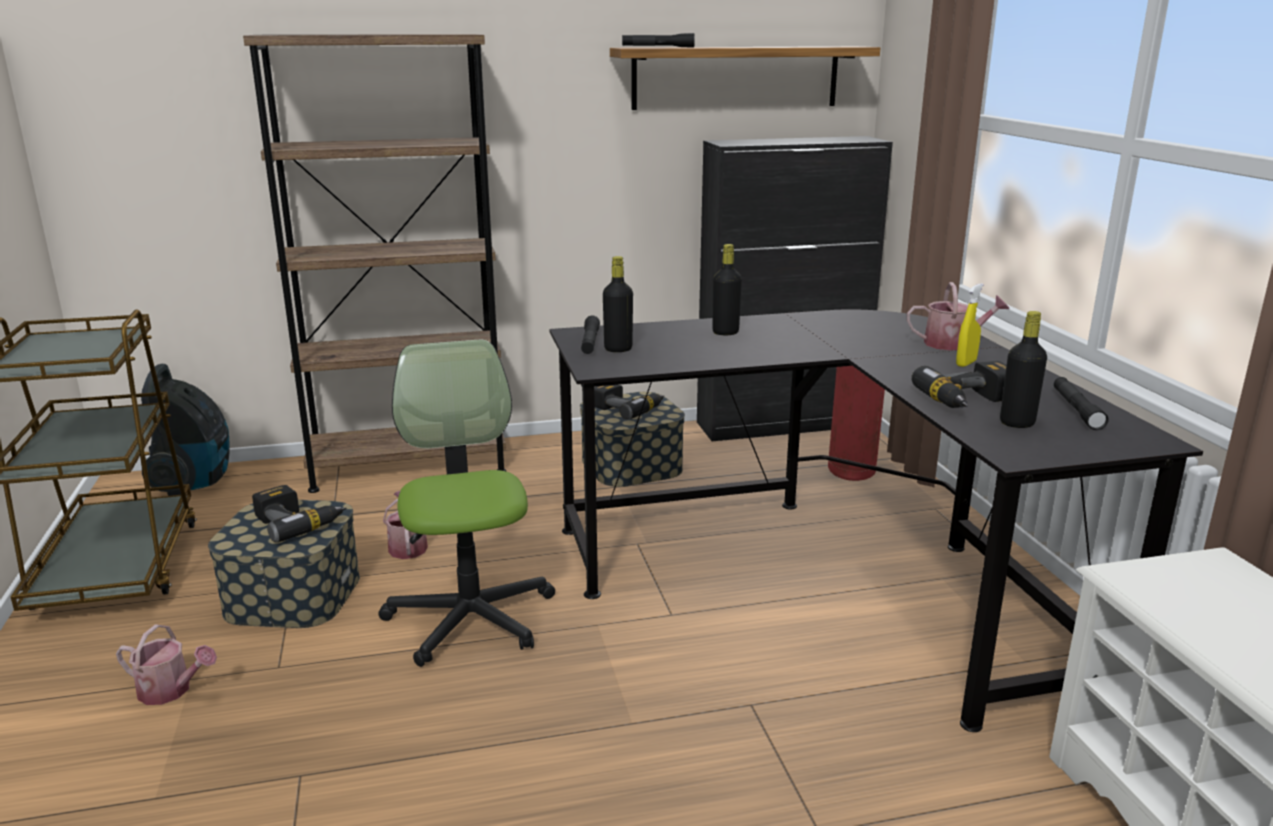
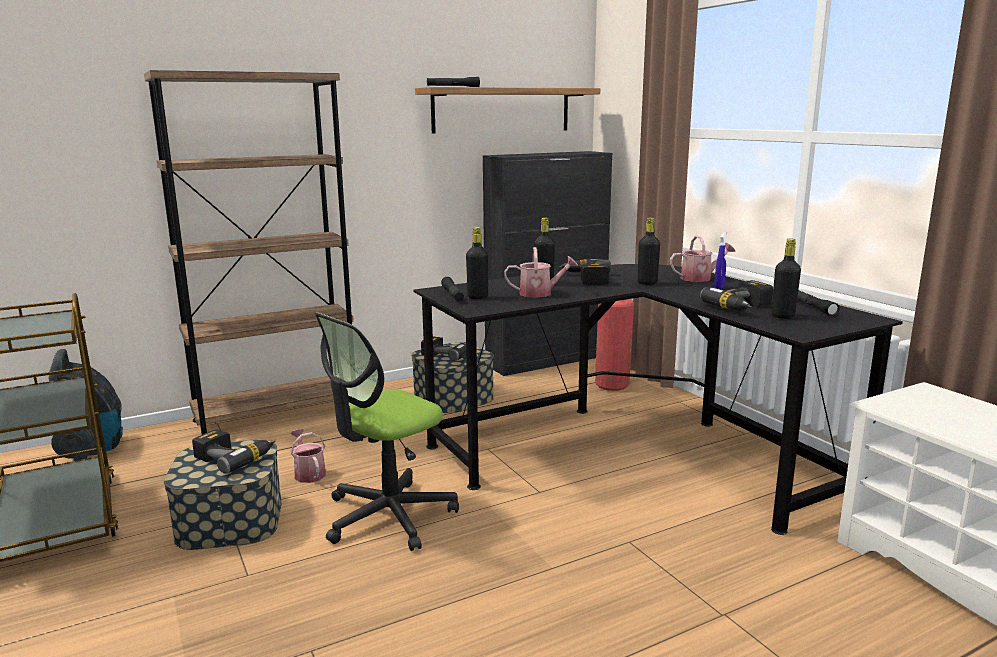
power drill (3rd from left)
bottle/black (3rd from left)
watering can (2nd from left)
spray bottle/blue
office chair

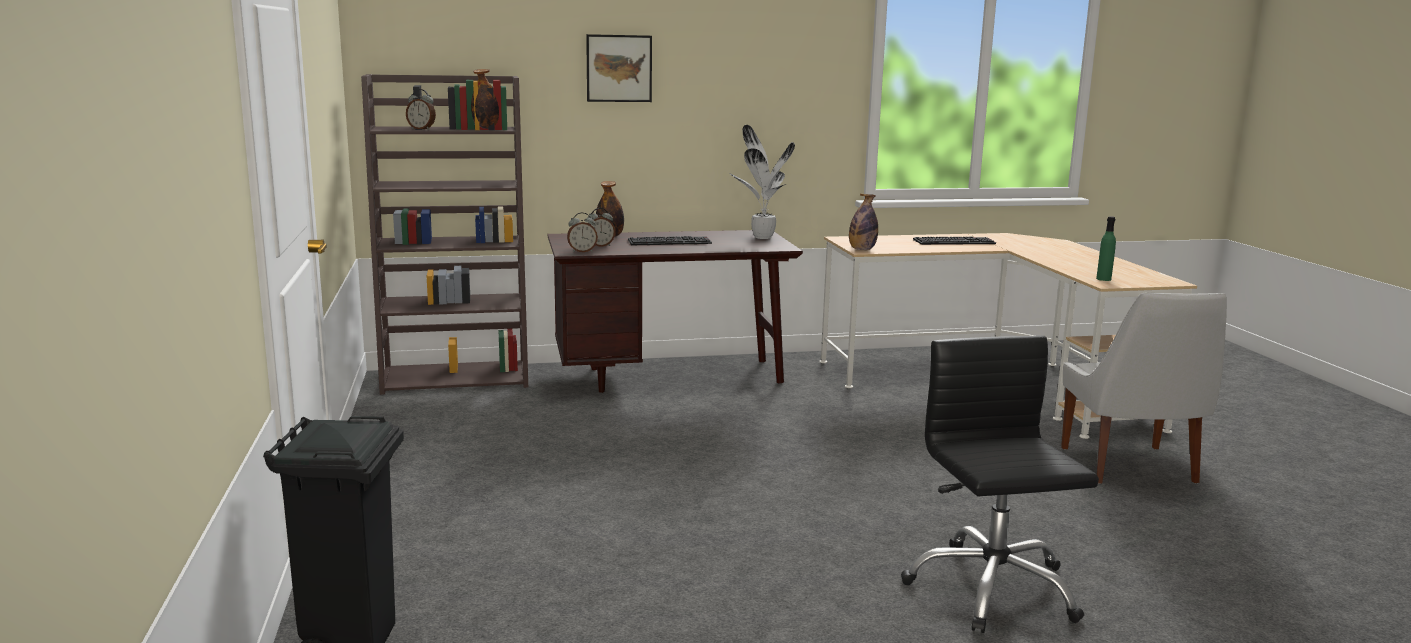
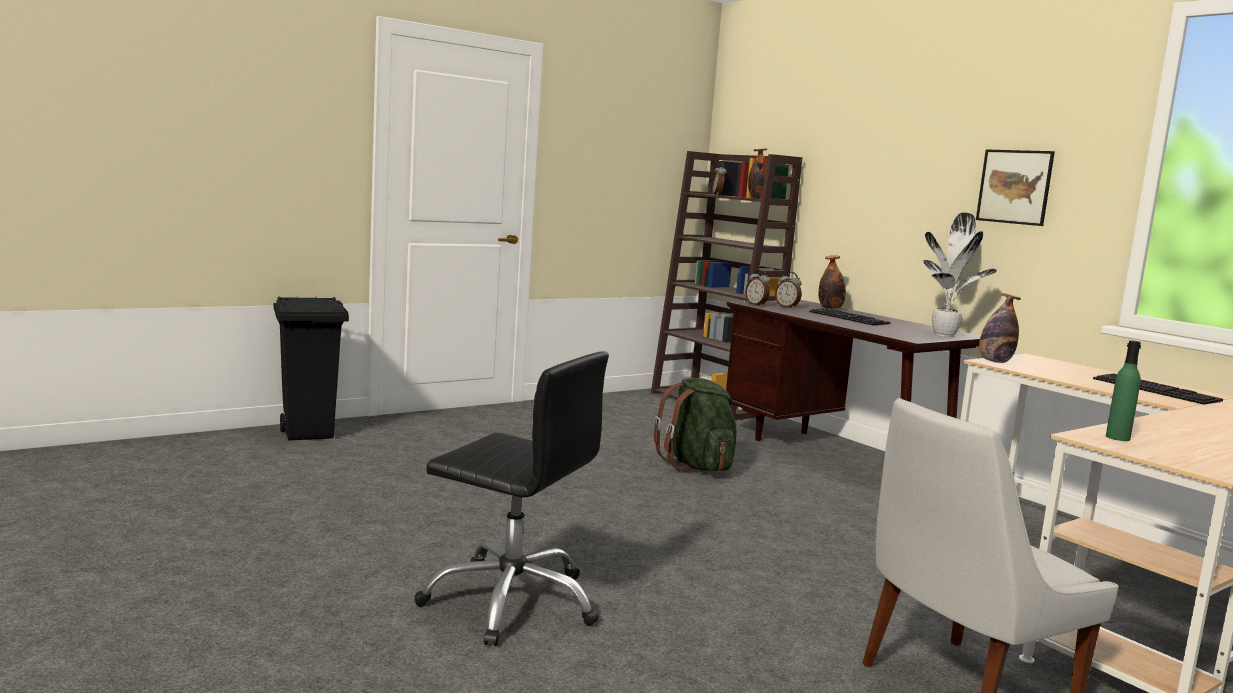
backpack/green
picture
office chair/black

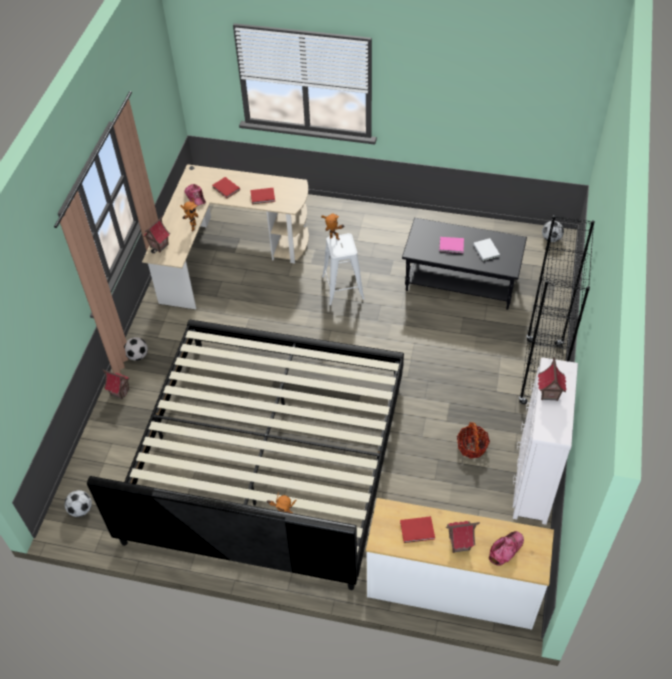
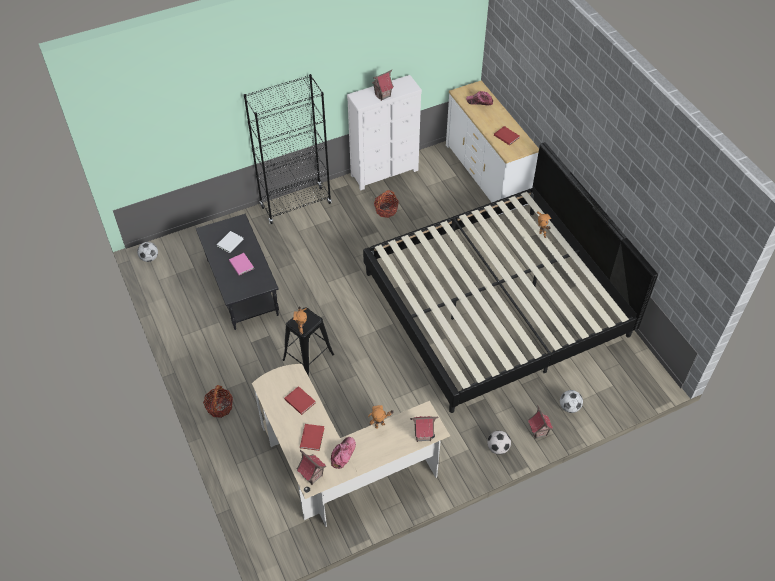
basket (1st from left)
football (3rd from left)
toy house (1st from left)
stool/black

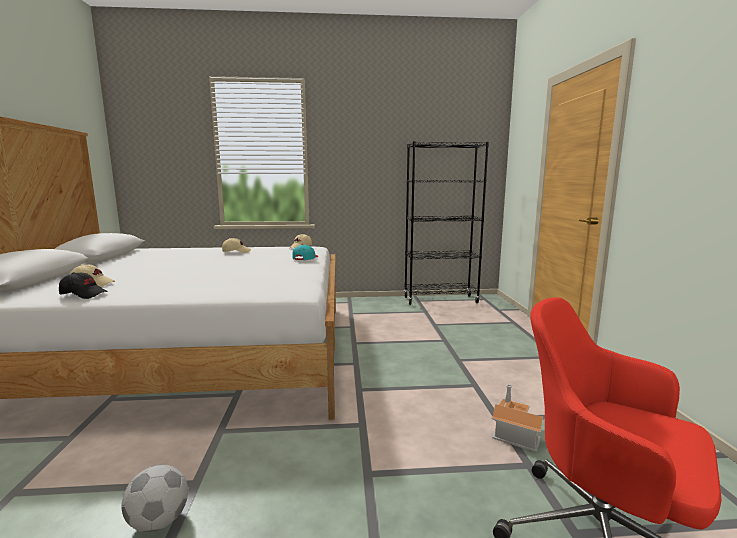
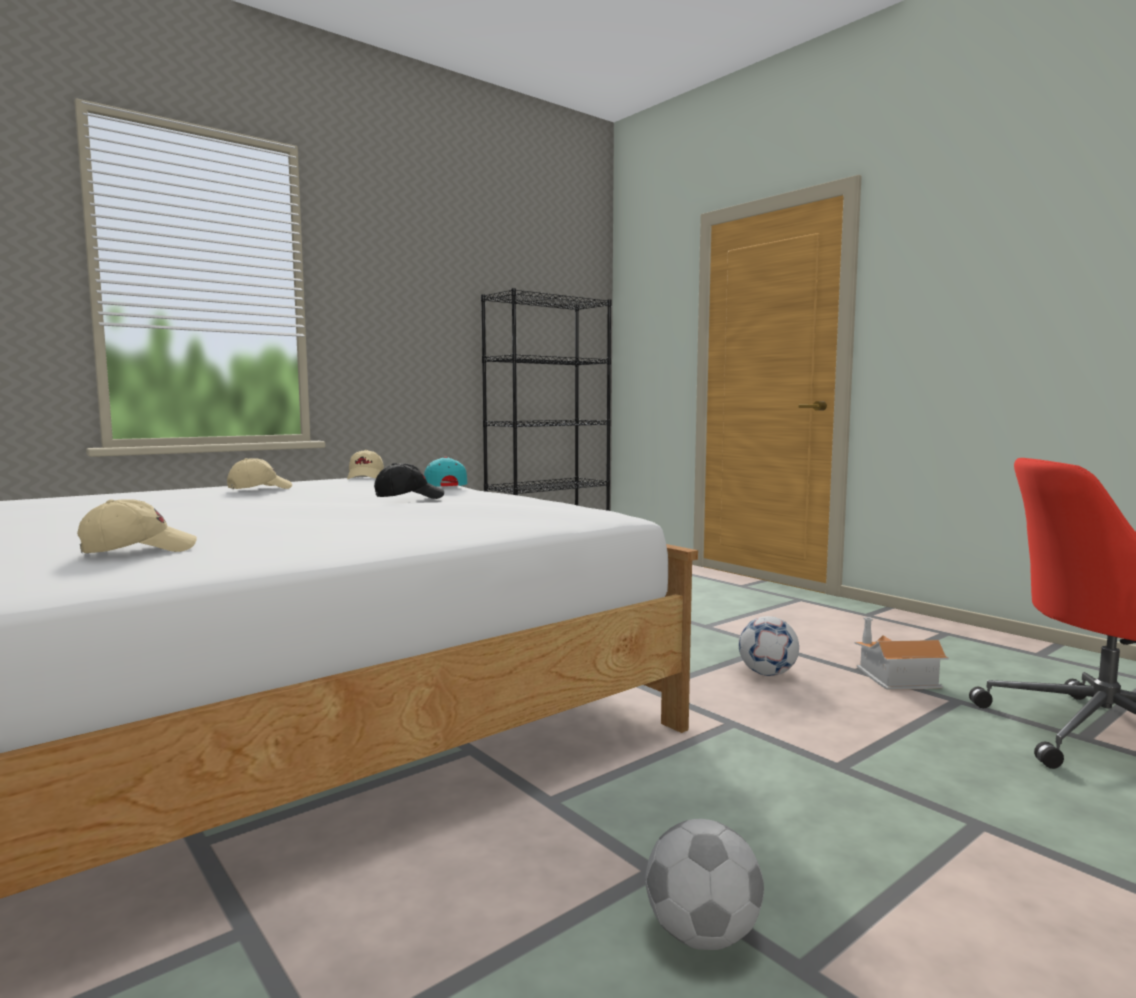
football (2nd from left)
cap/black

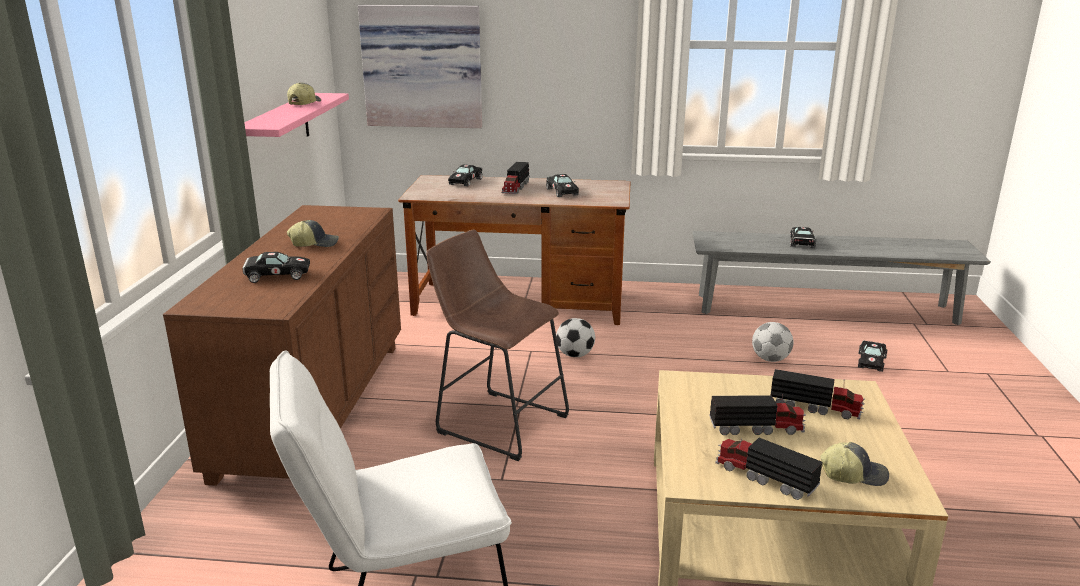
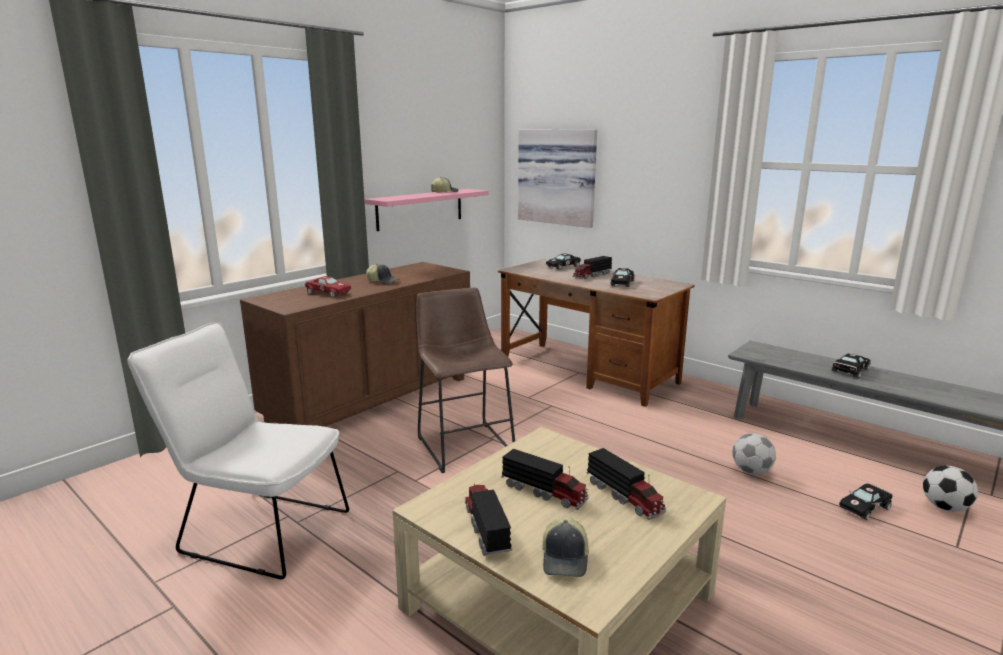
football (2nd from left)
toy car/red
cap (3rd from left)

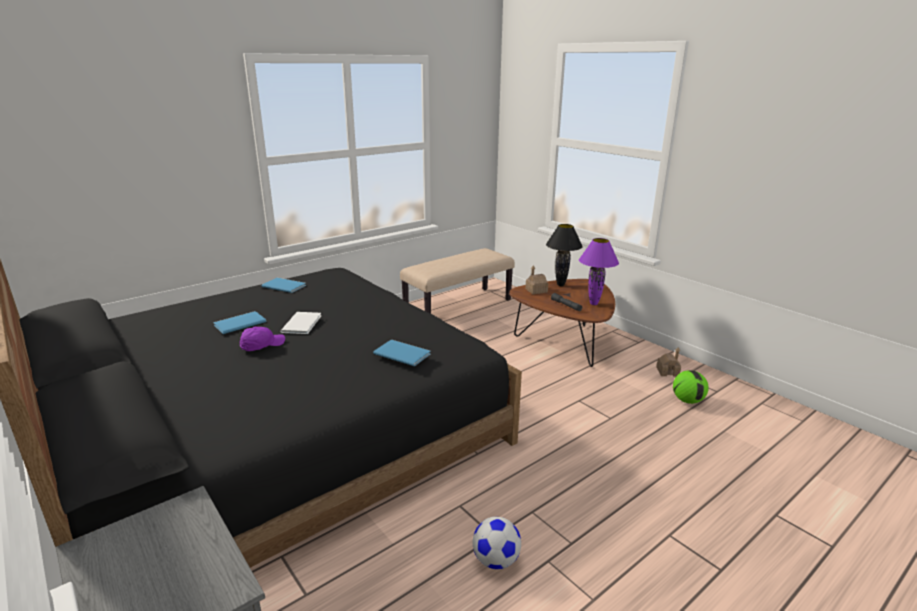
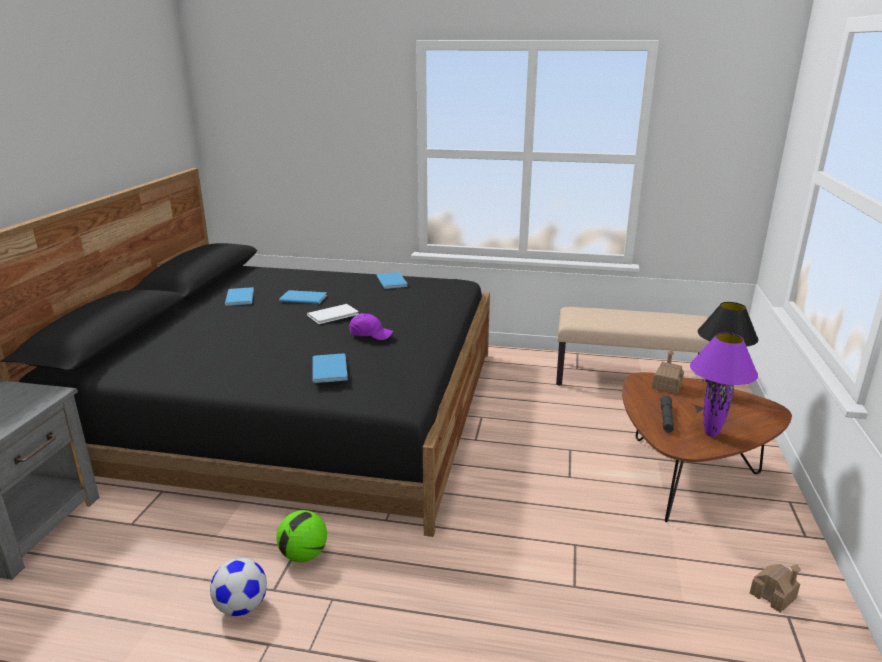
book/blue (1st from left)
cap/purple
football (2nd from left)

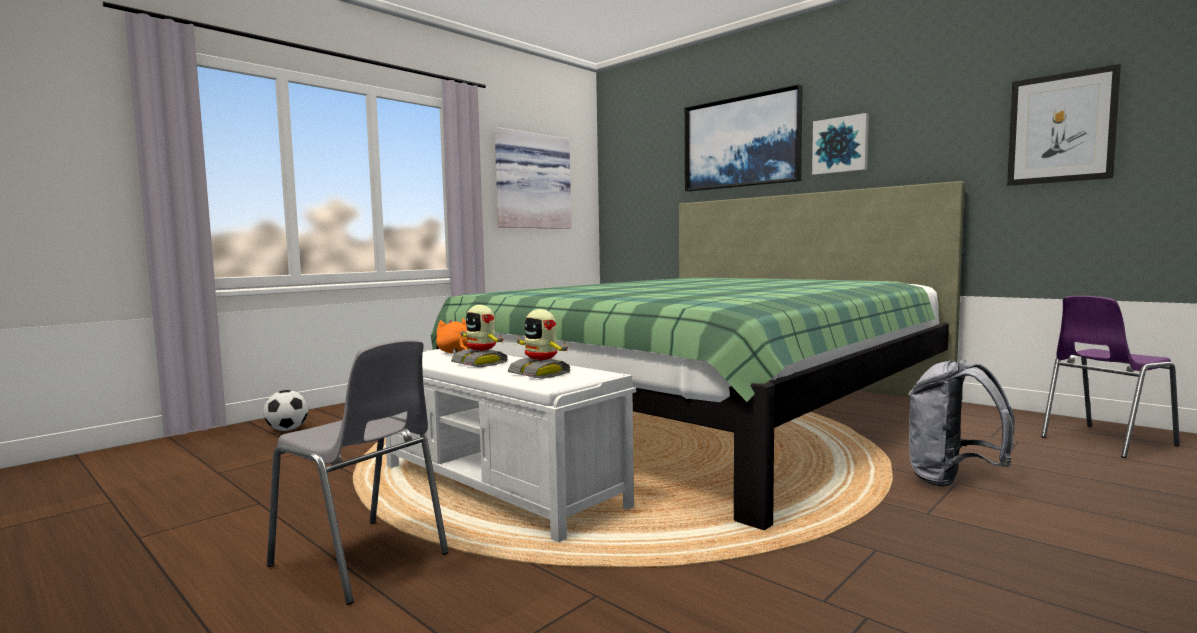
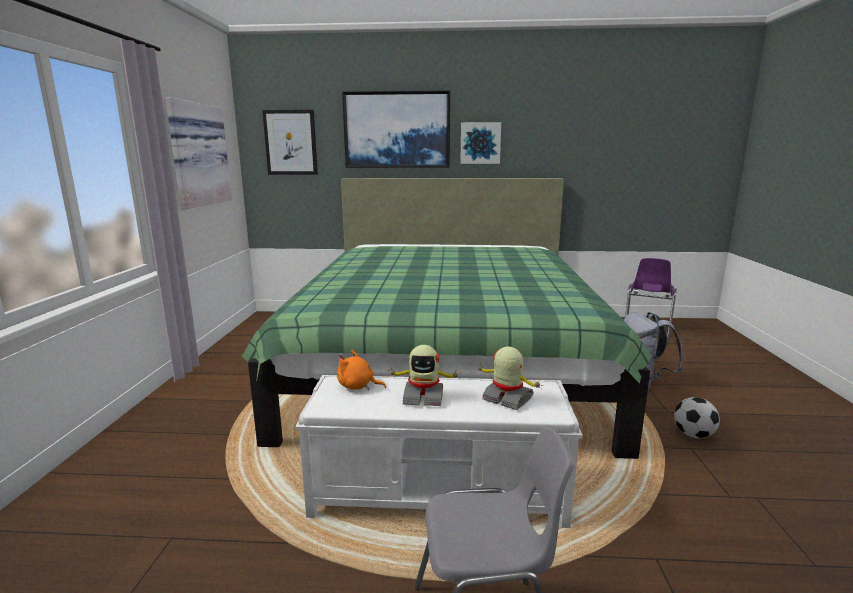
football
picture (2nd from left)
toy robot (2nd from left)

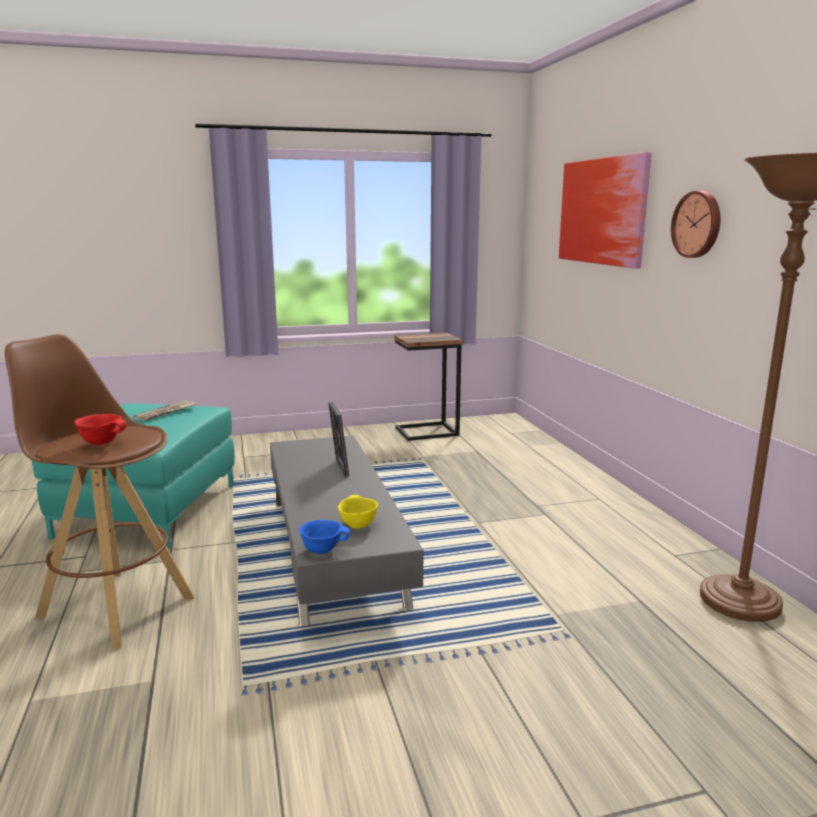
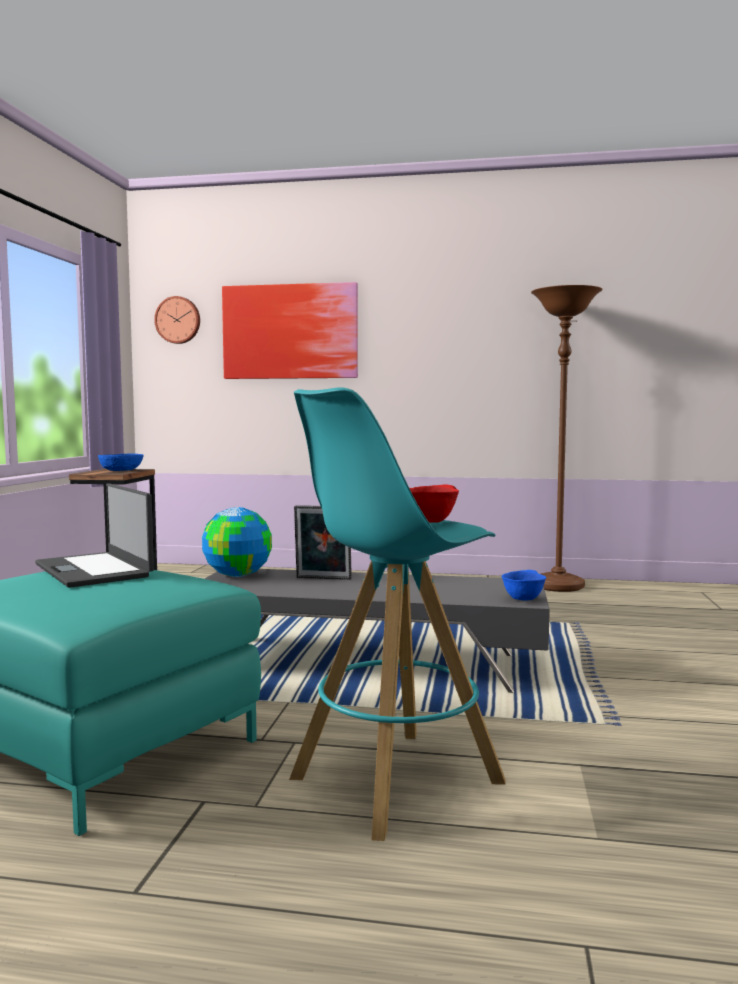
bowl/yellow
bowl/blue (1st from left)
globe
wall clock
laptop
stool/turquoise

